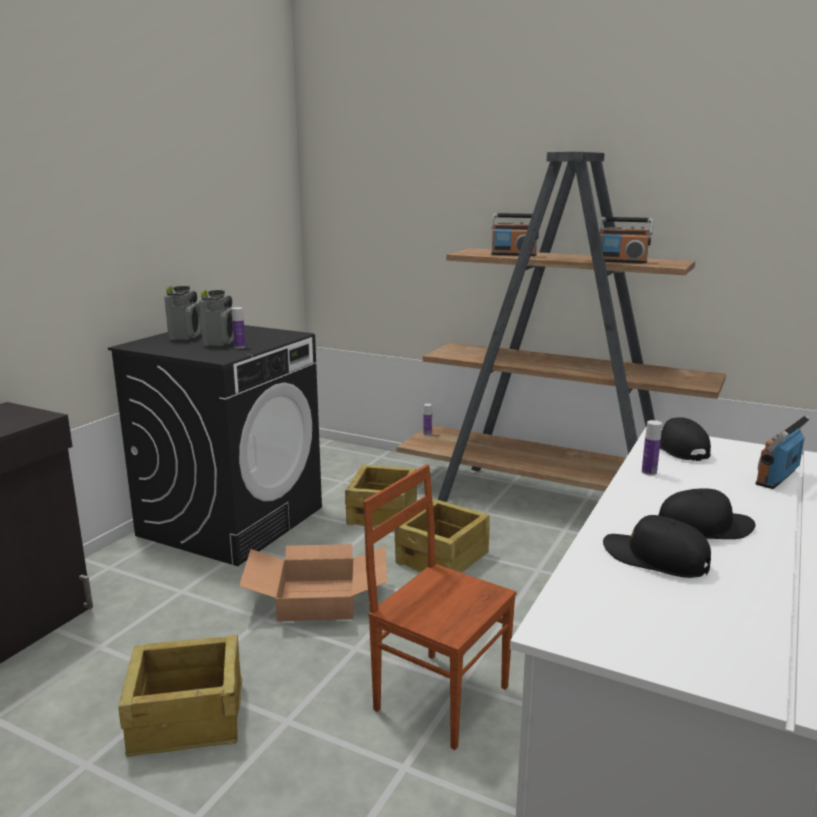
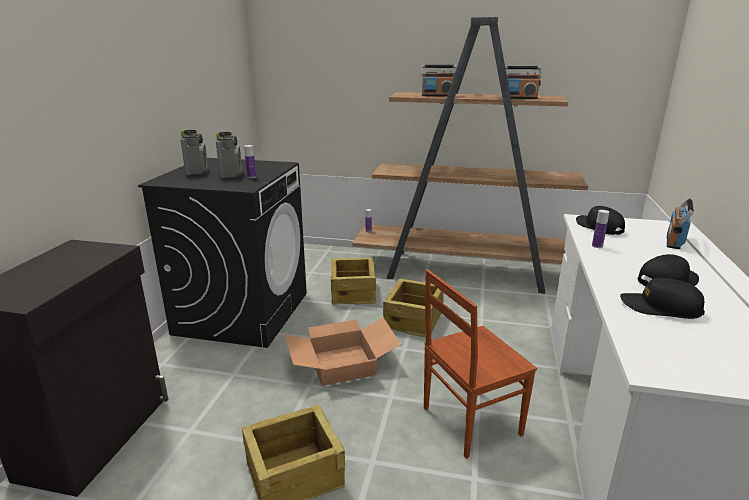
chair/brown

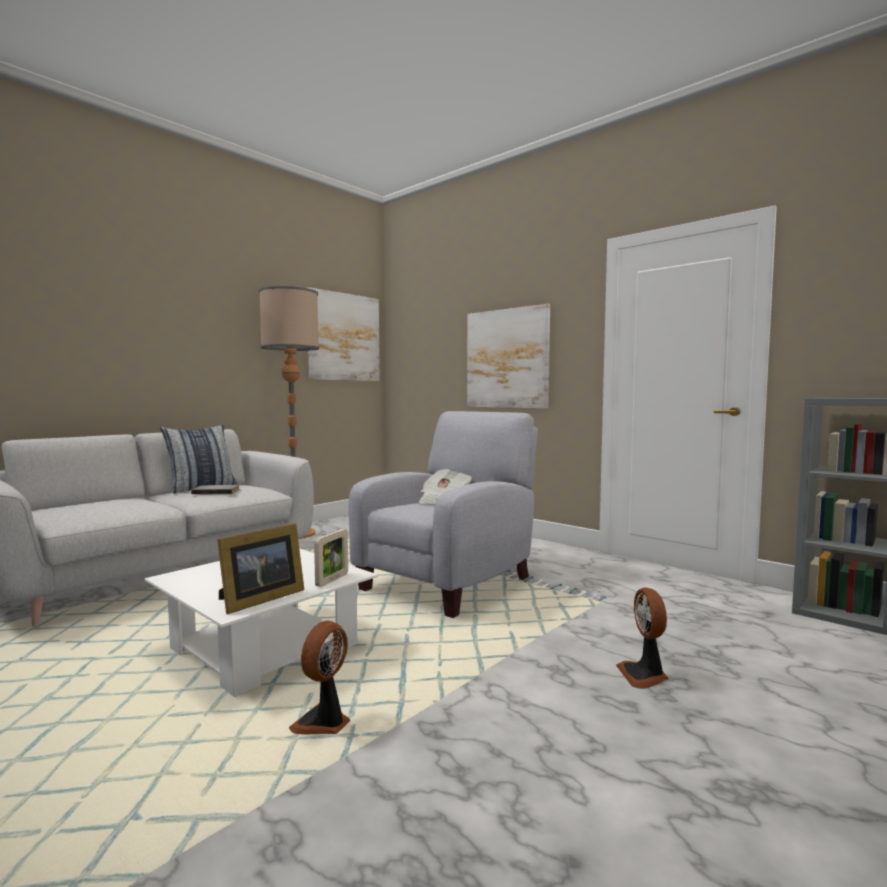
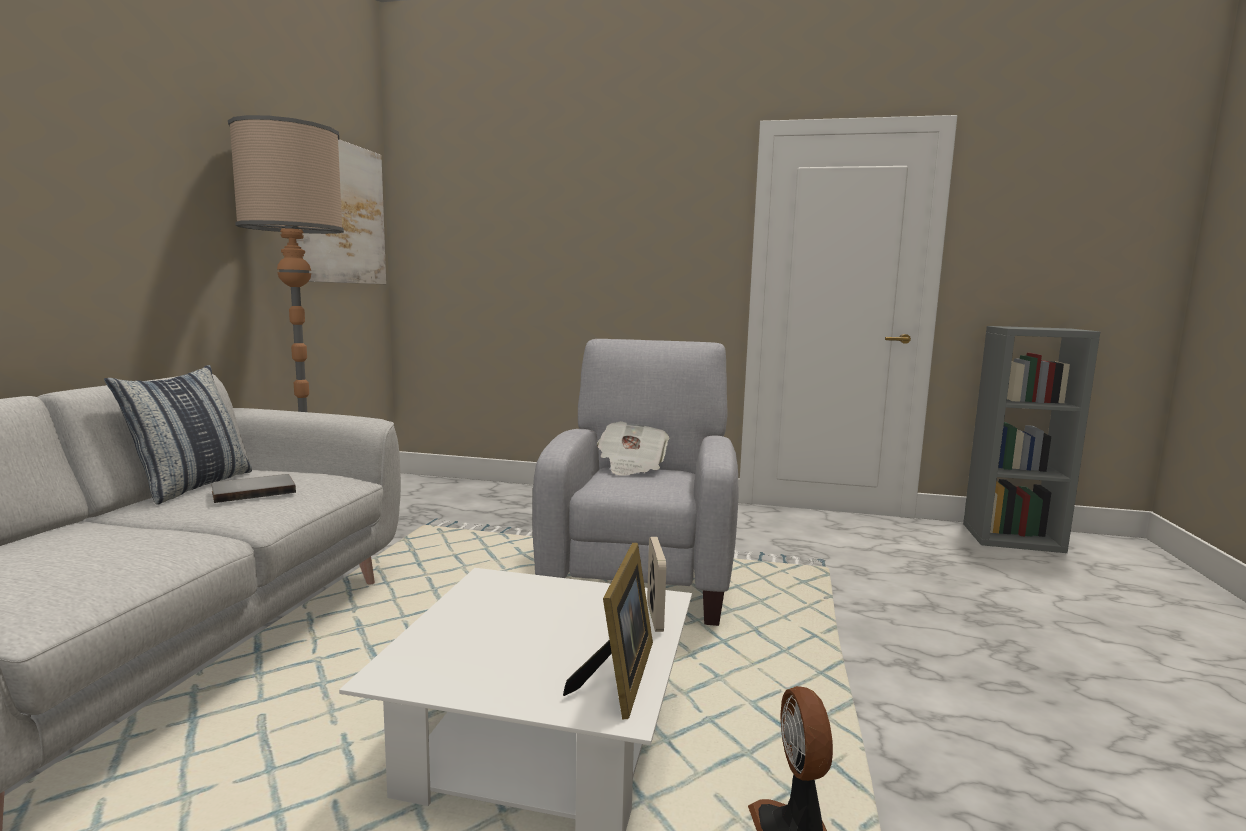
picture (2nd from left in the first image)
fan (2nd from left in the first image)

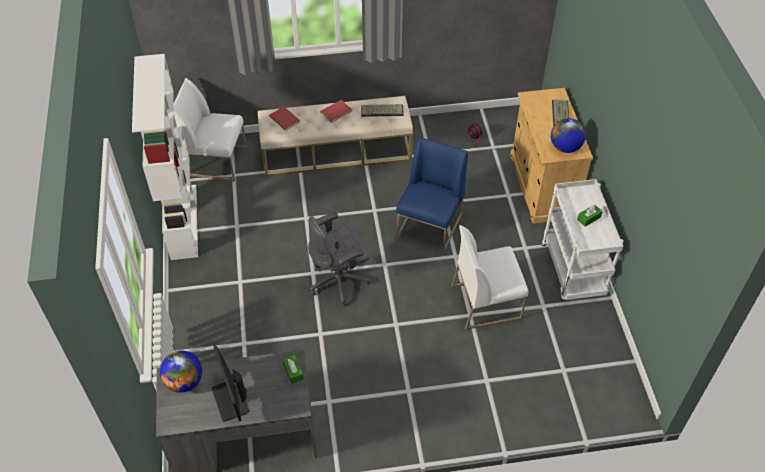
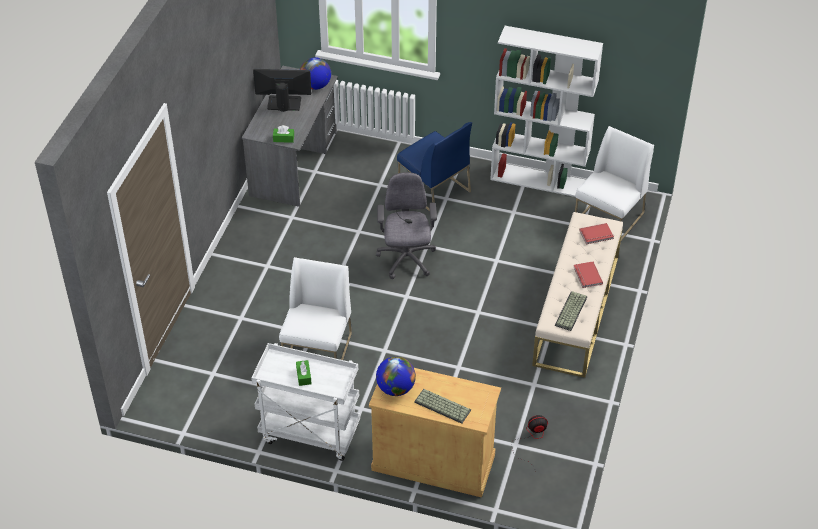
chair/blue

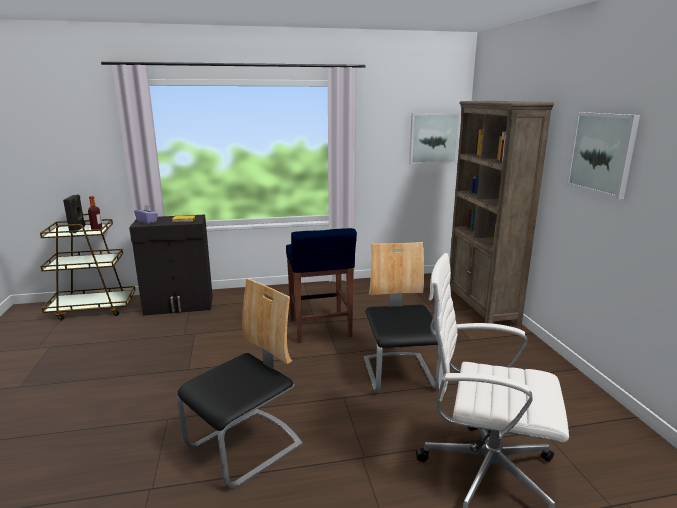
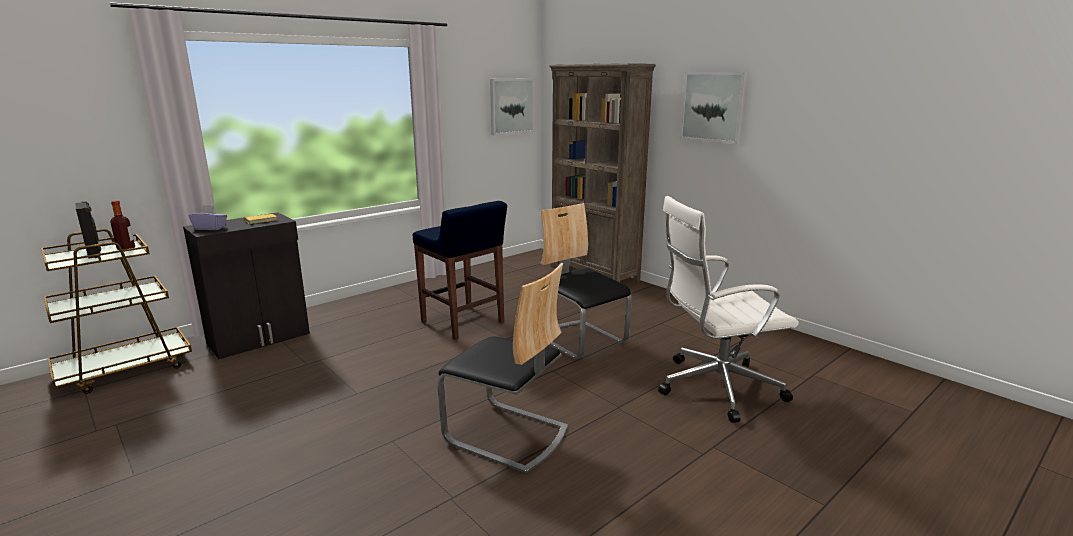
chair (1st from left)

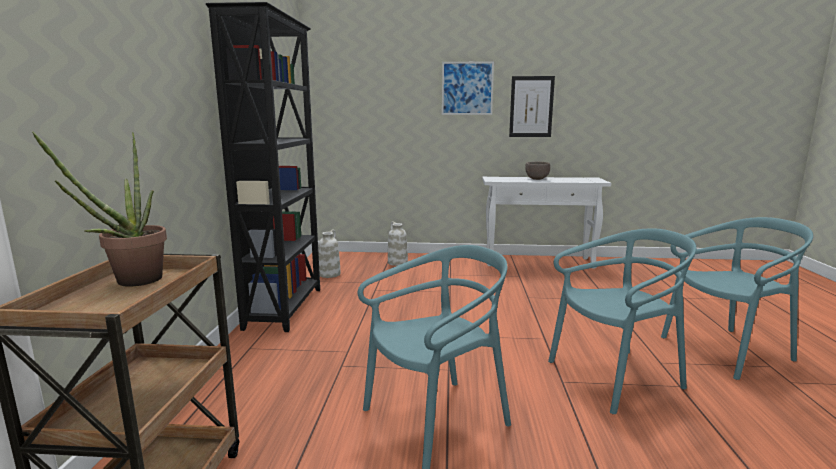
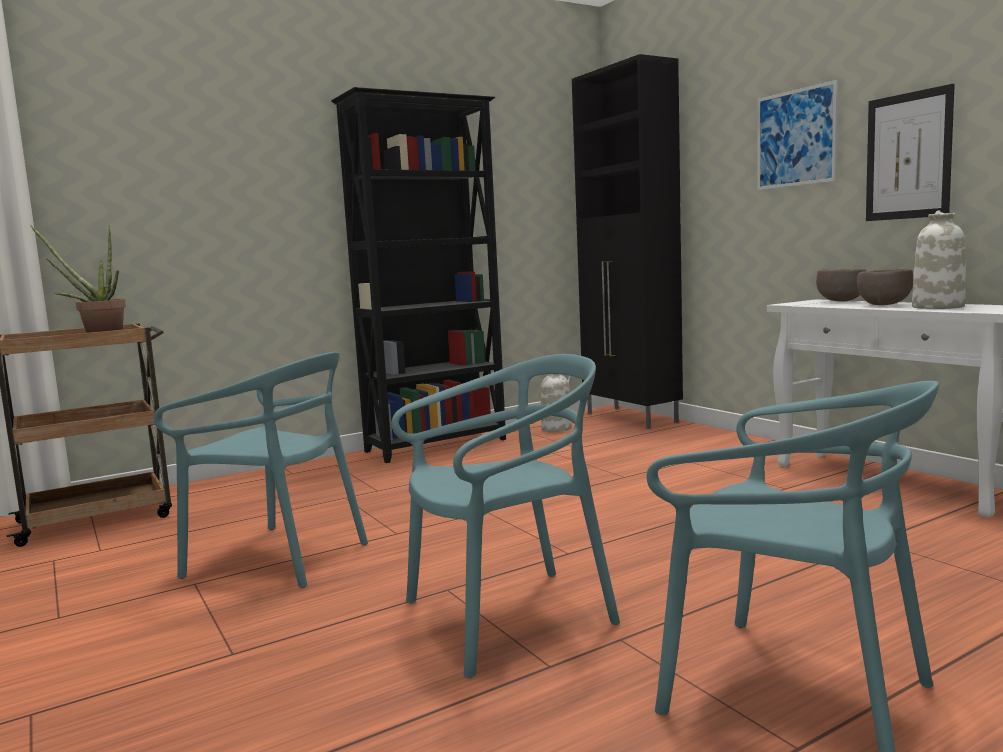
cabinet/black
bowl/brown (1st from left)
vase/white (2nd from left)
chair/turquoise (2nd from left)

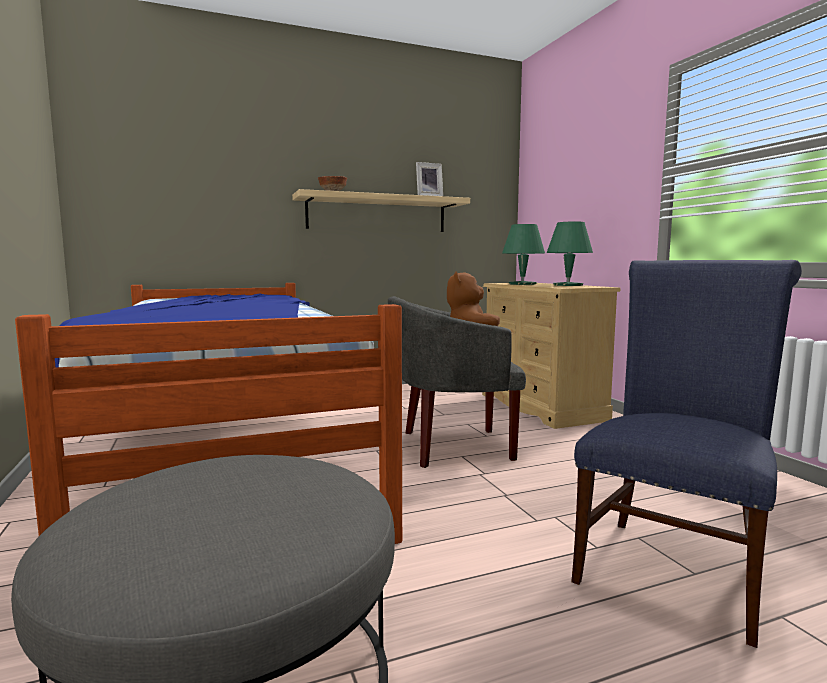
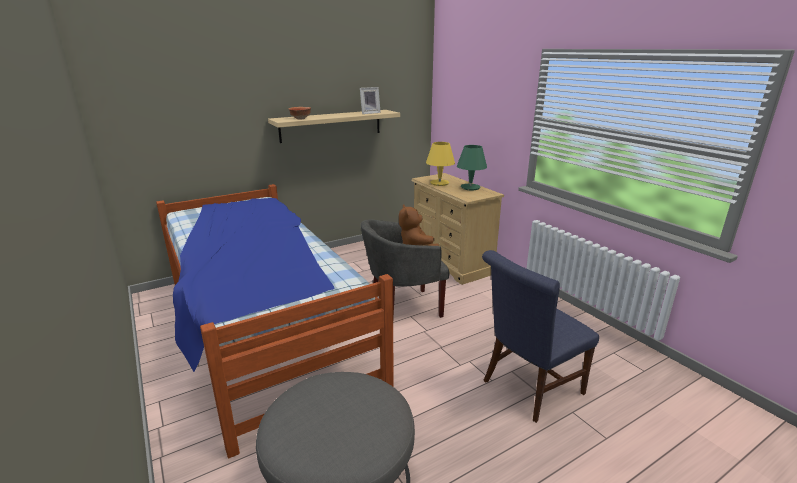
table lamp/yellow
chair/blue

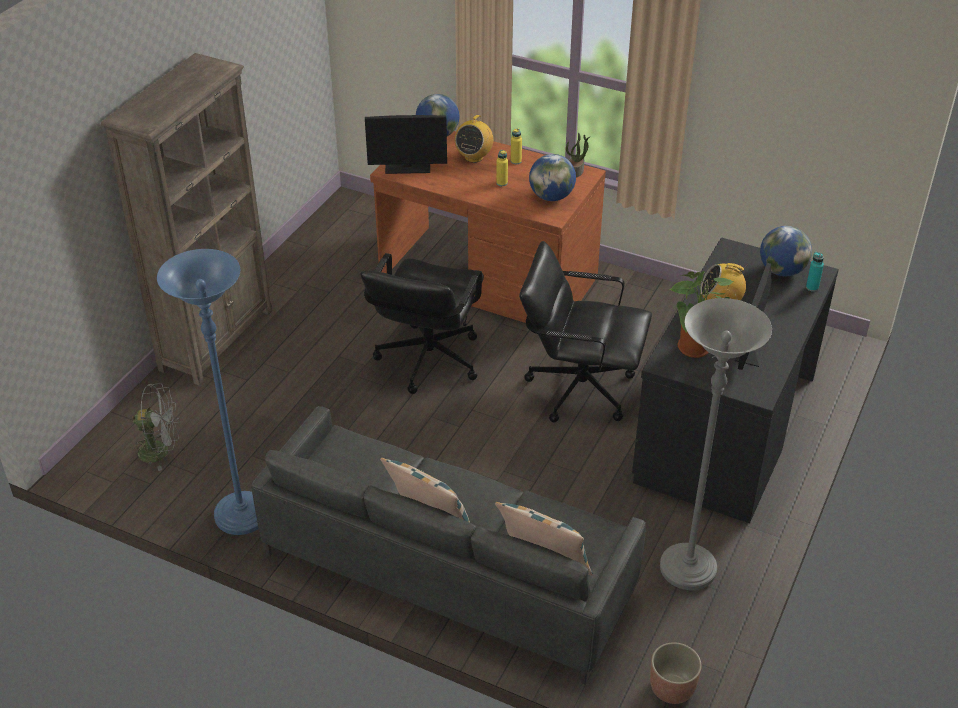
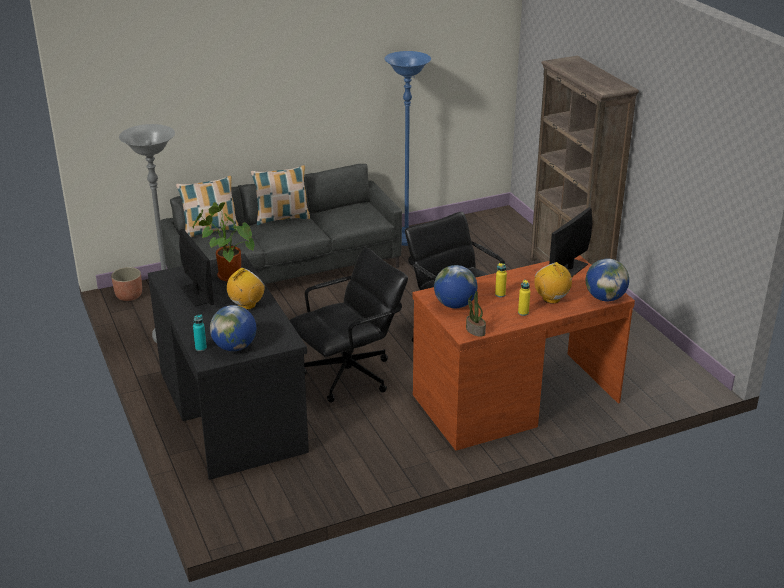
fan/grey

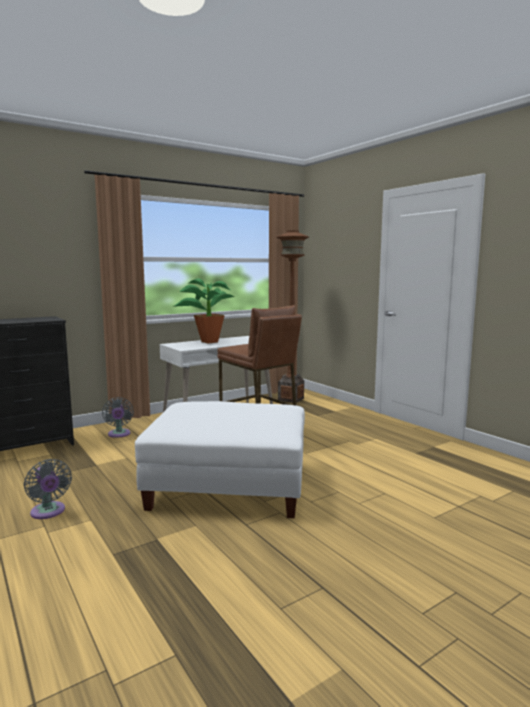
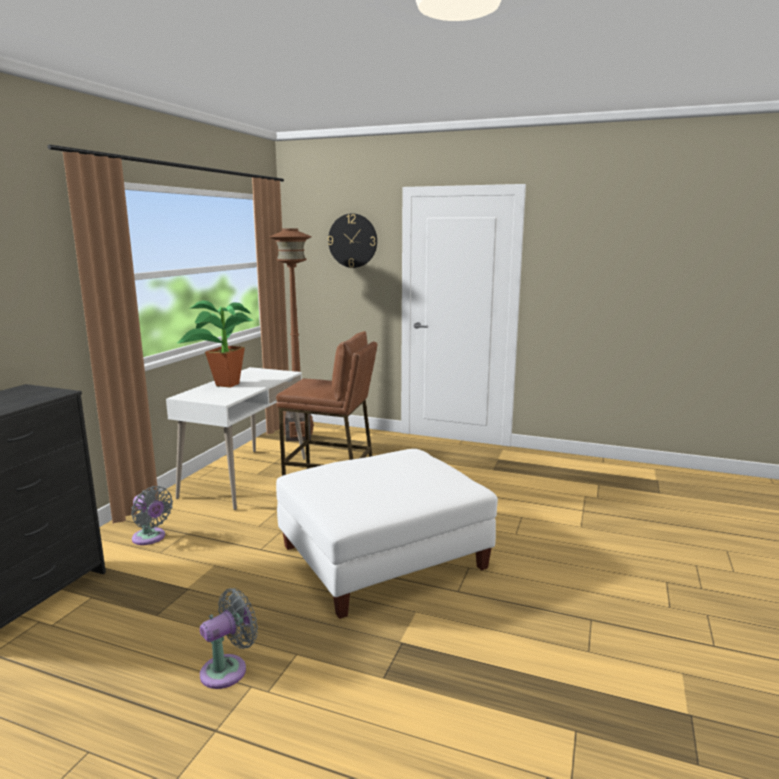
wall clock
fan/grey (2nd from left)

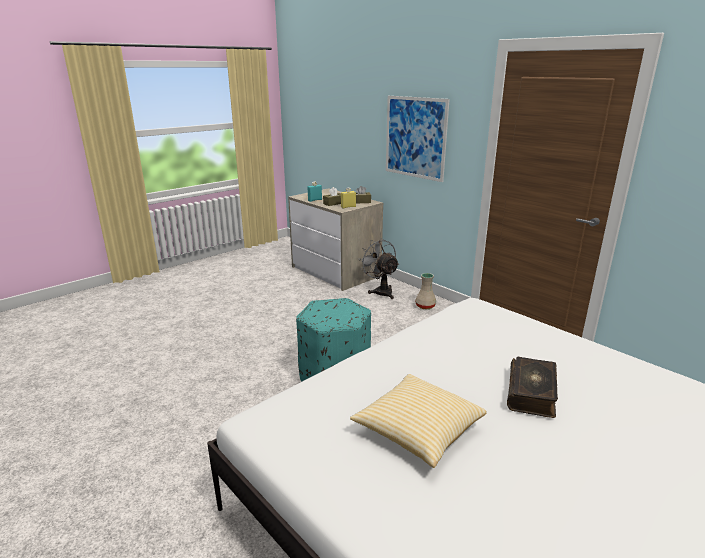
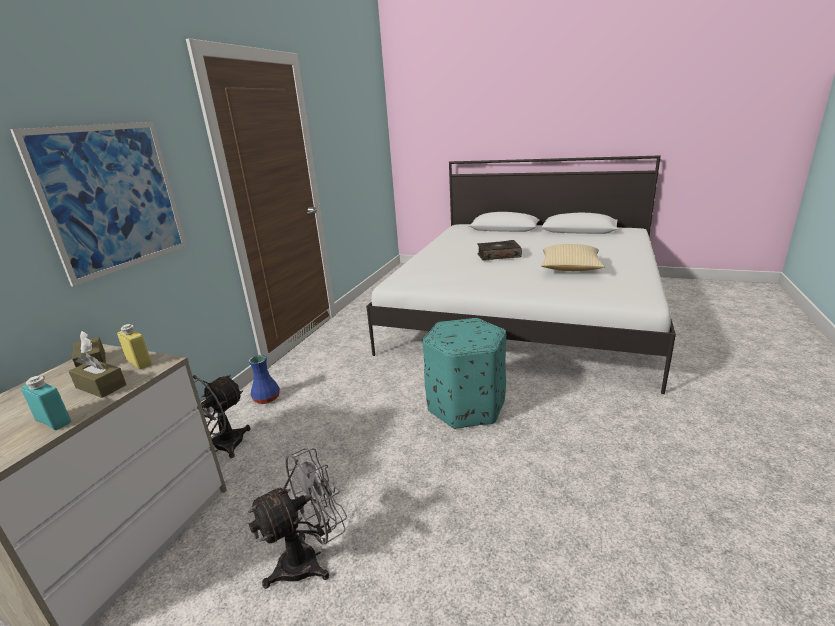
fan/grey (2nd from left)
vase/blue

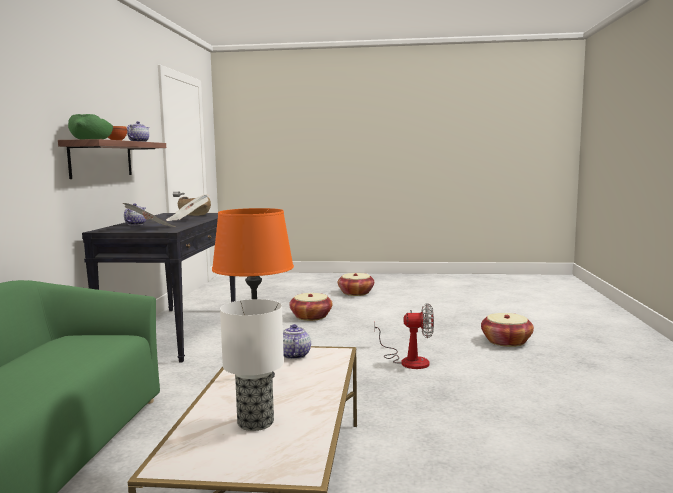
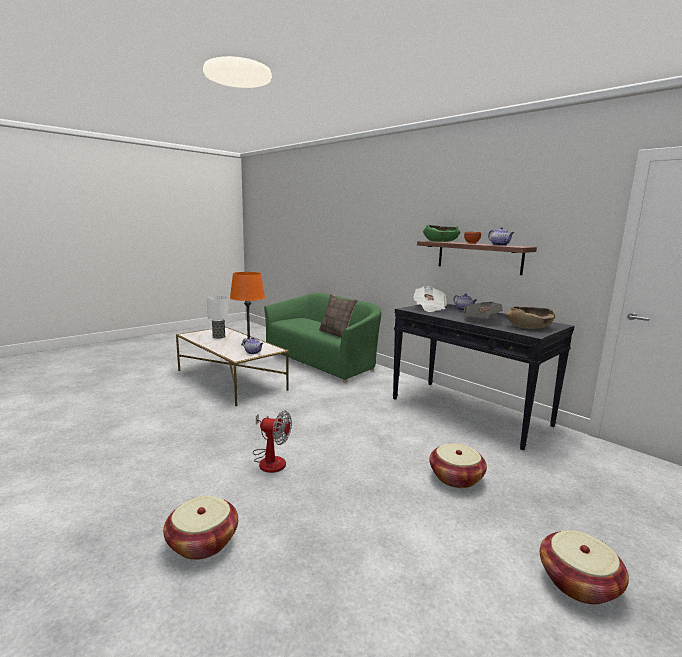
pillow
fan

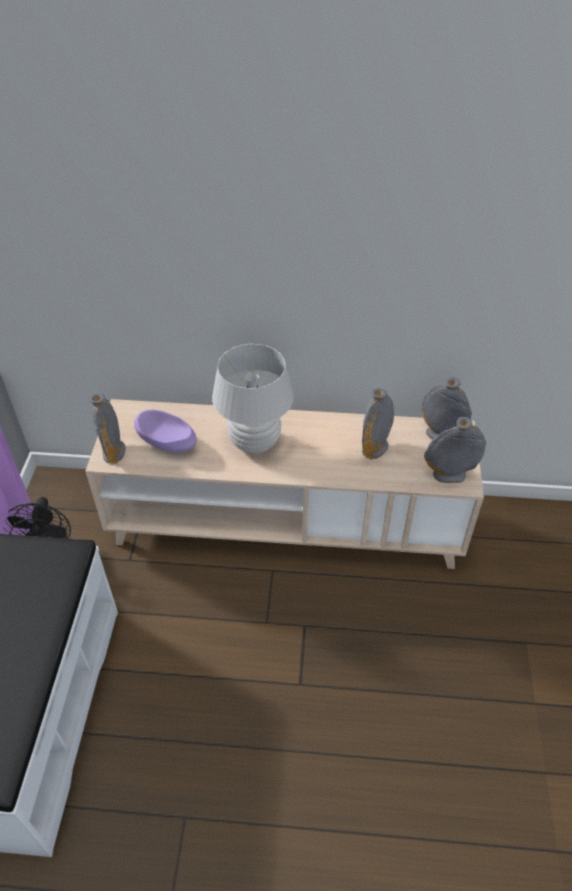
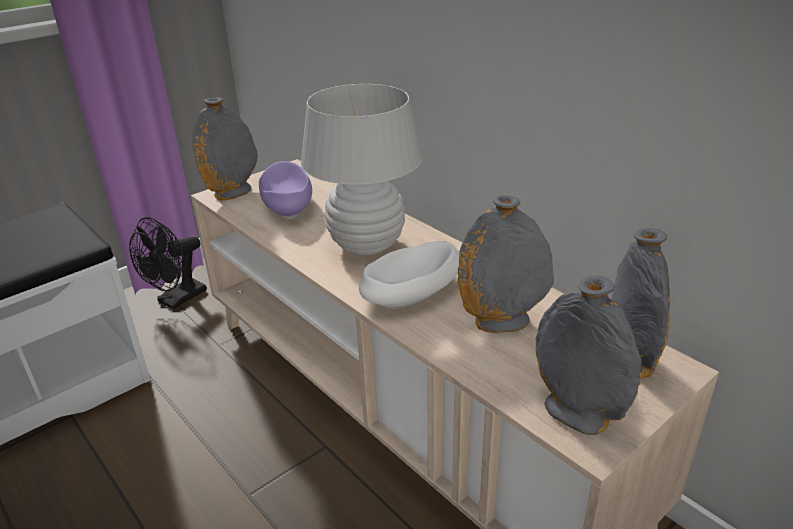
bowl/white

